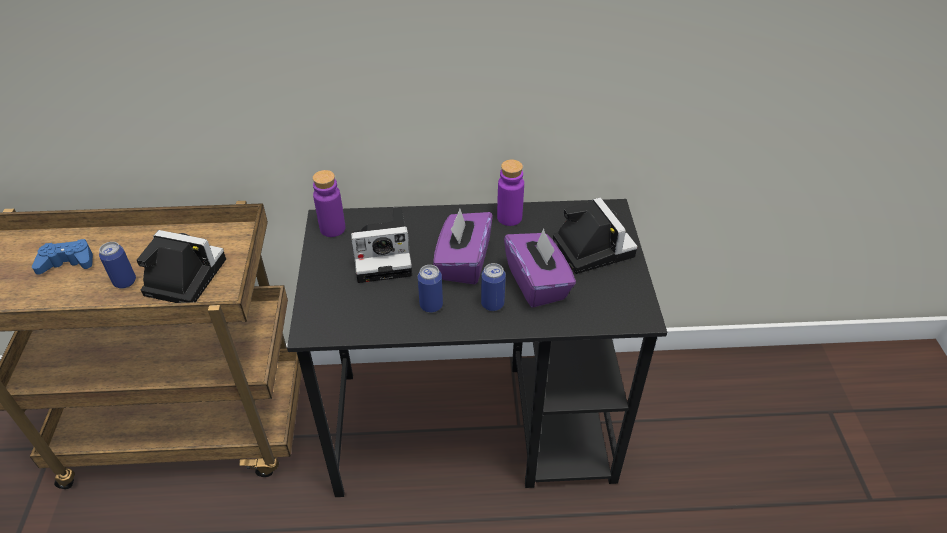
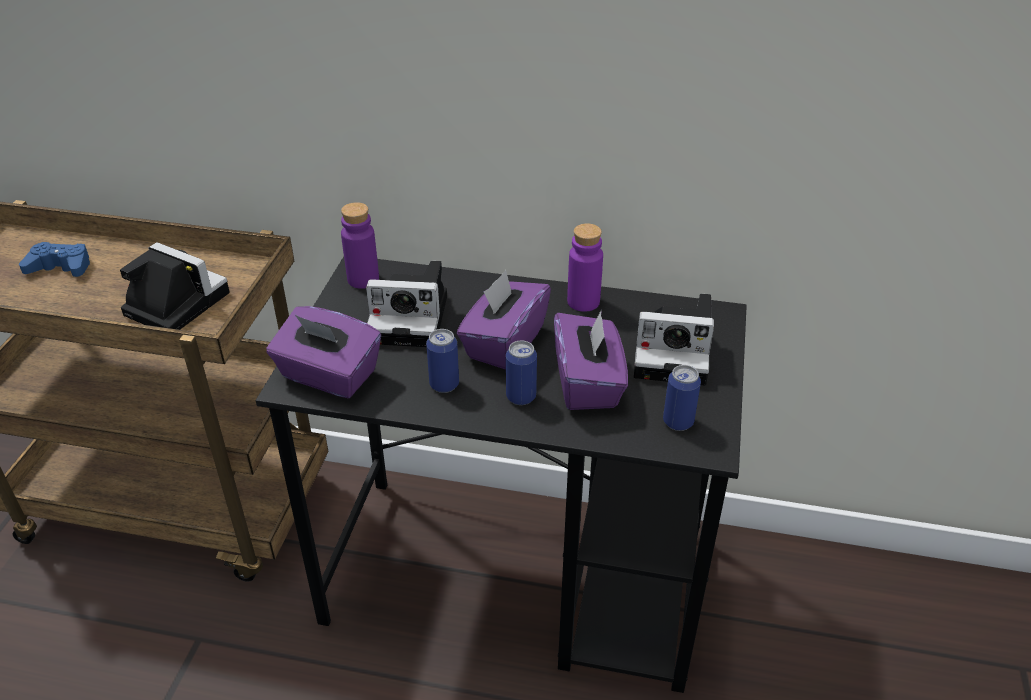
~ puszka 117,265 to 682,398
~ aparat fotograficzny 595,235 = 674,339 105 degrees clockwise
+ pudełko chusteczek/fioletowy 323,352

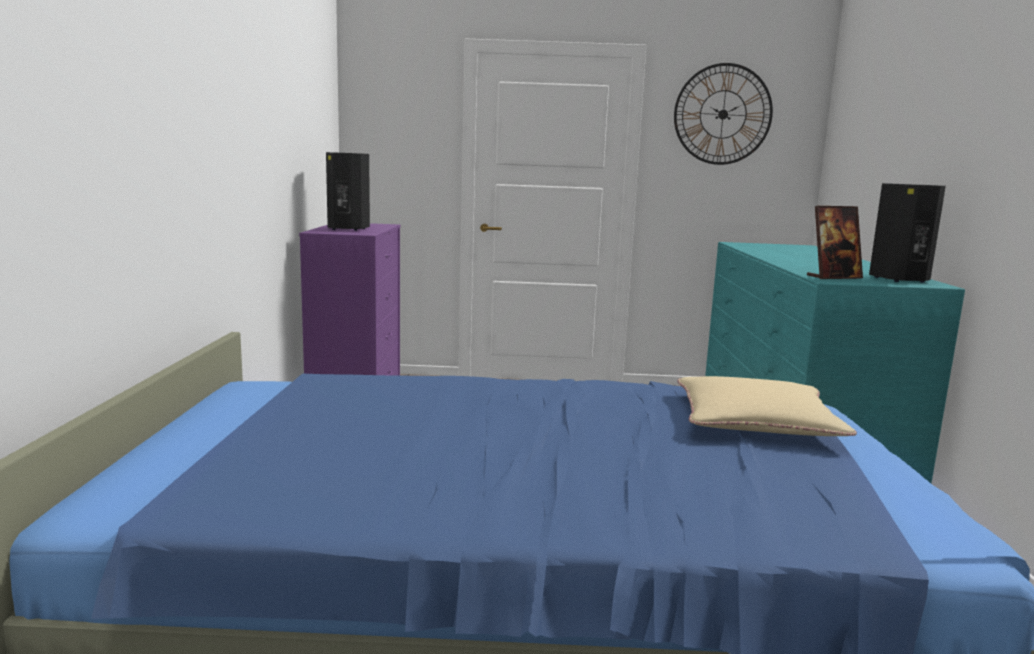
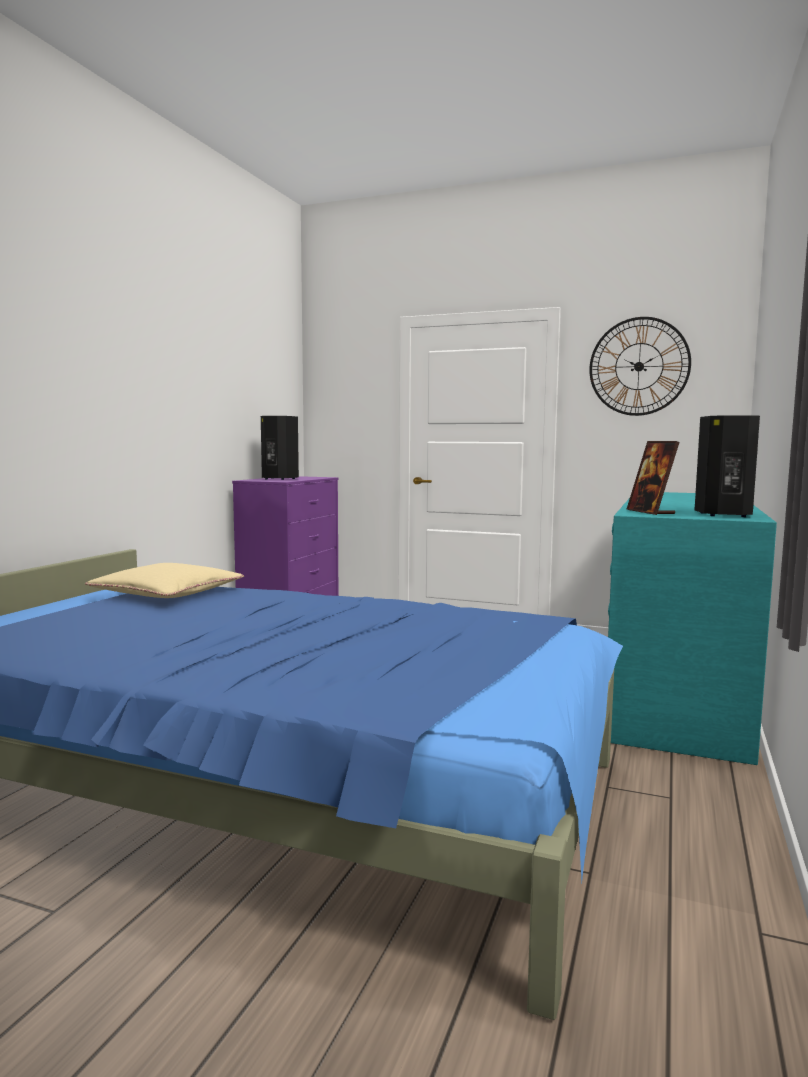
~ poduszka/beżowy 767,406 to 164,580
~ ramka na zdjęcie 835,242 = 653,478 75 degrees clockwise

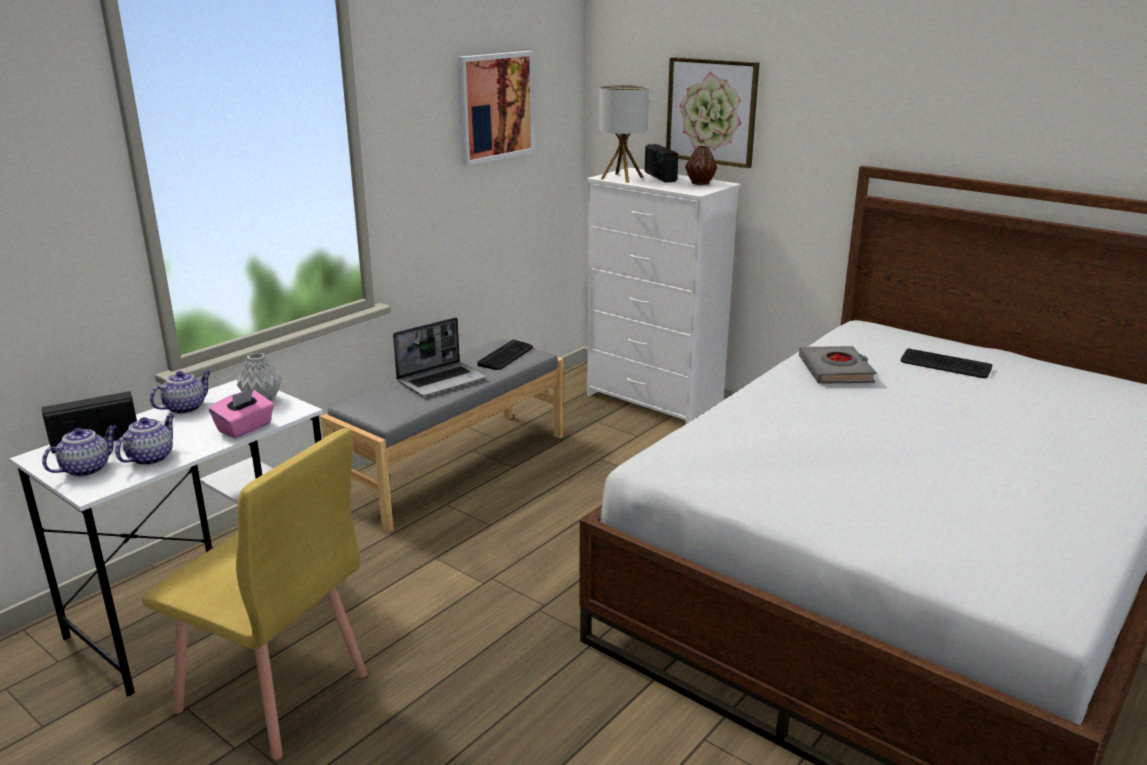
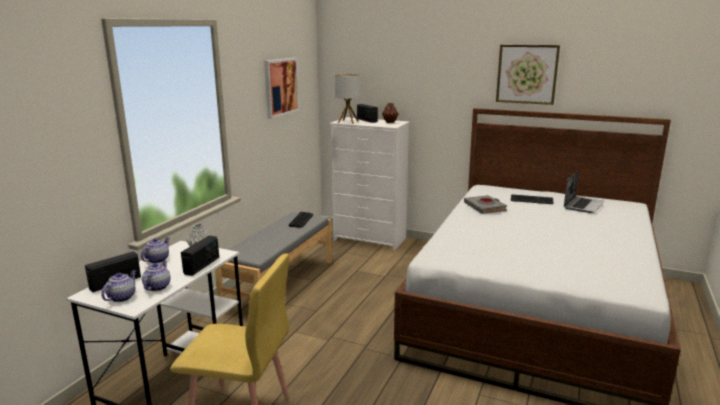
~ pudełko chusteczek/różowy 241,413 to radio 200,255
~ laptop 439,356 to 584,192
~ obraz 712,112 to 528,75

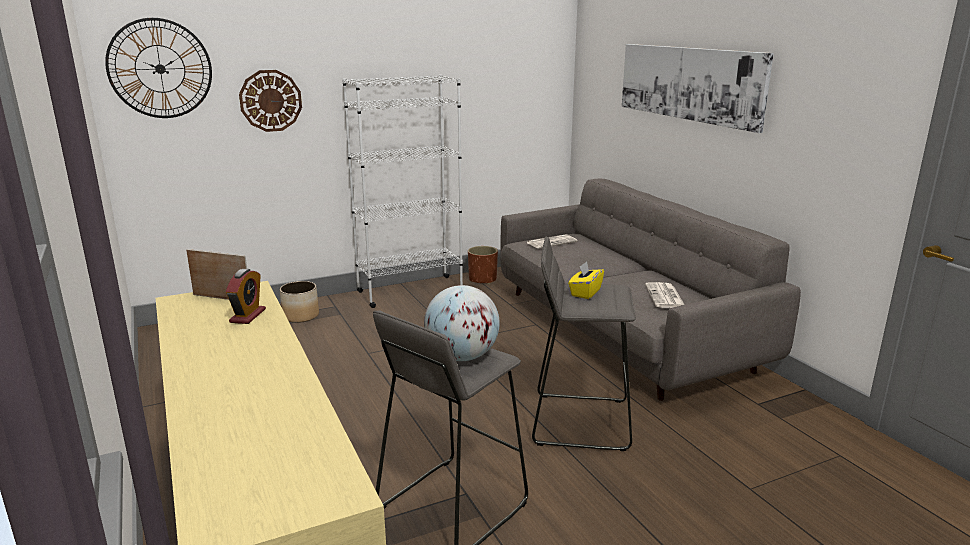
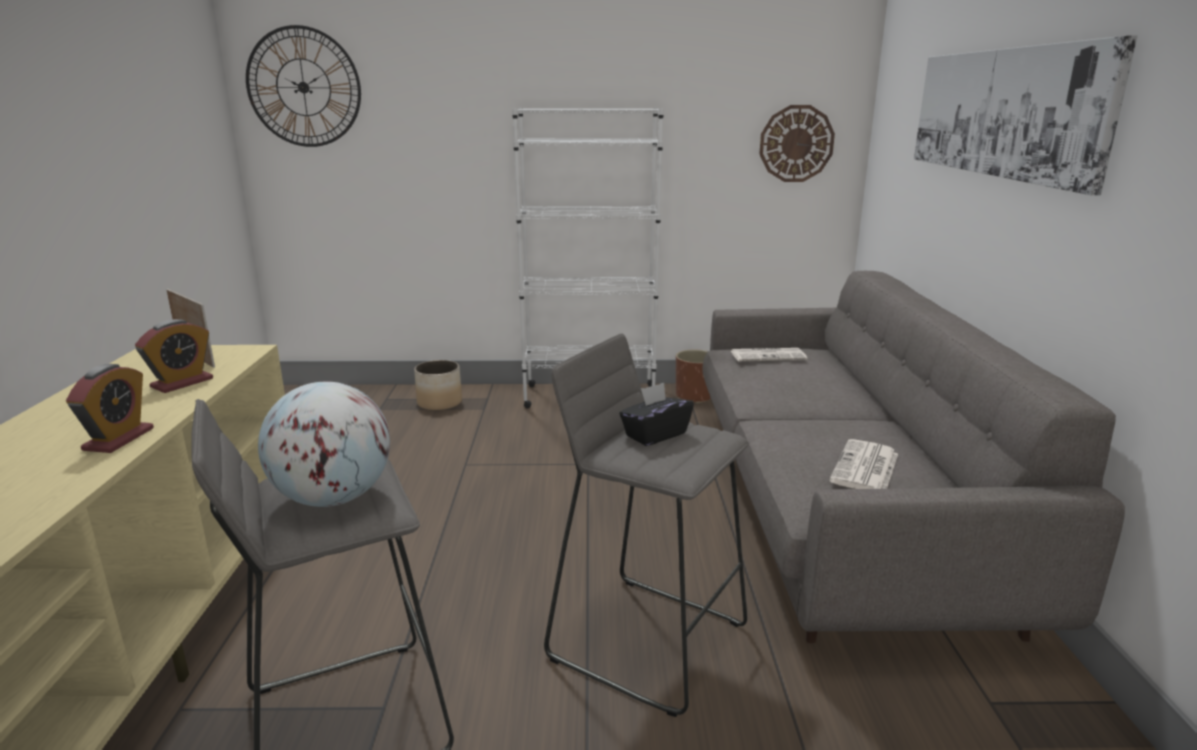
~ zegar ścienny 270,101 to 797,143
~ pudełko chusteczek/żółty 586,280 to pudełko chusteczek/czarny 656,414
+ budzik 110,408

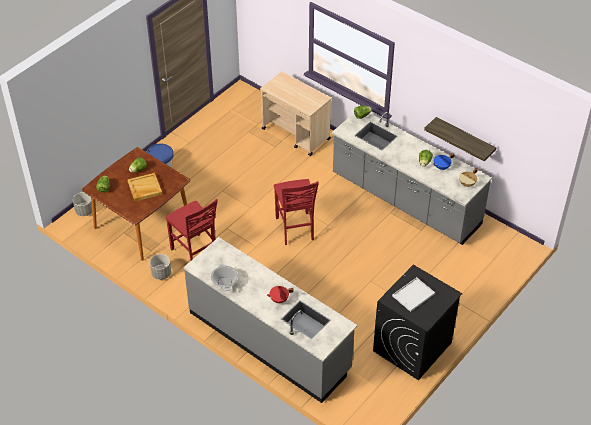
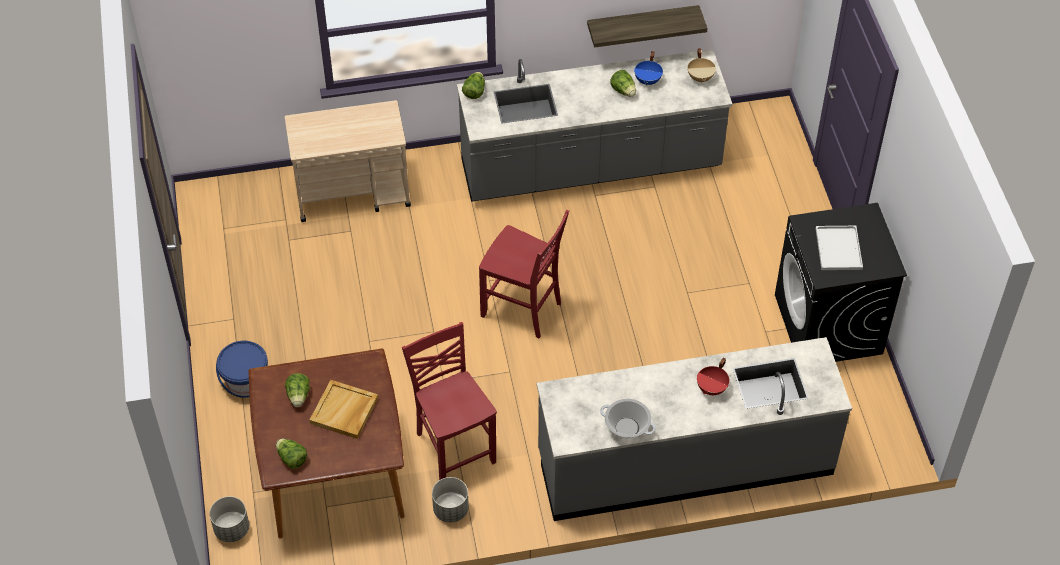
~ krzesło/czerwony 192,230 = 449,401 120 degrees counterclockwise

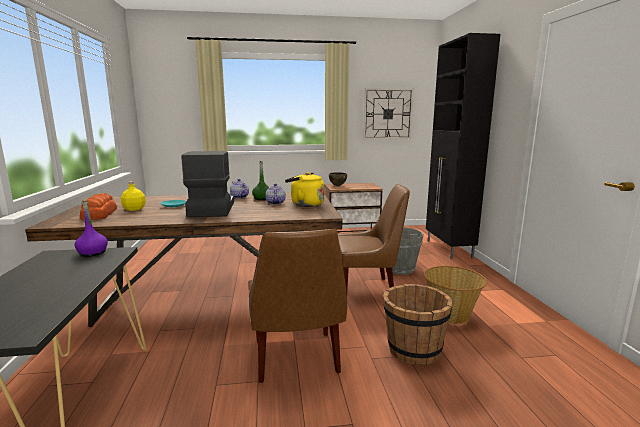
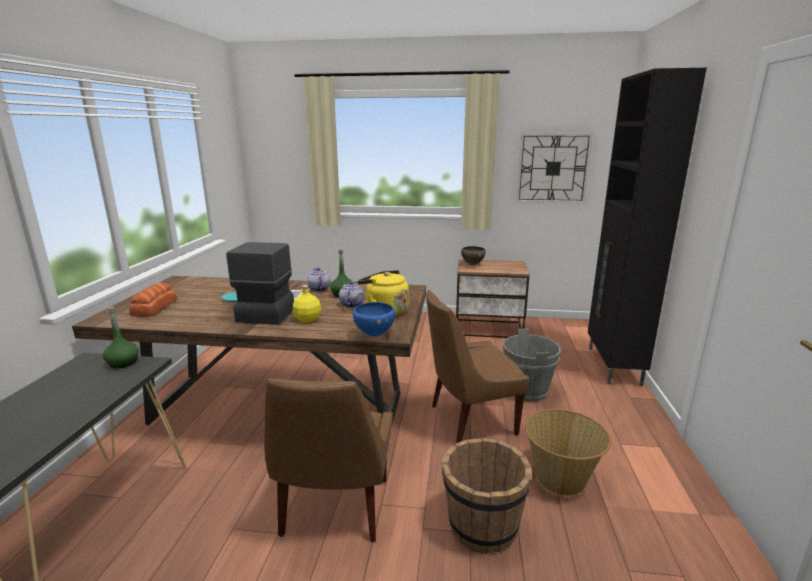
~ butelka/fioletowy 91,228 to butelka/zielony 121,337
~ butelka/żółty 133,196 to 307,304
~ krzesło/brązowy 373,237 = 477,366 150 degrees clockwise
+ miska/niebieski 374,319

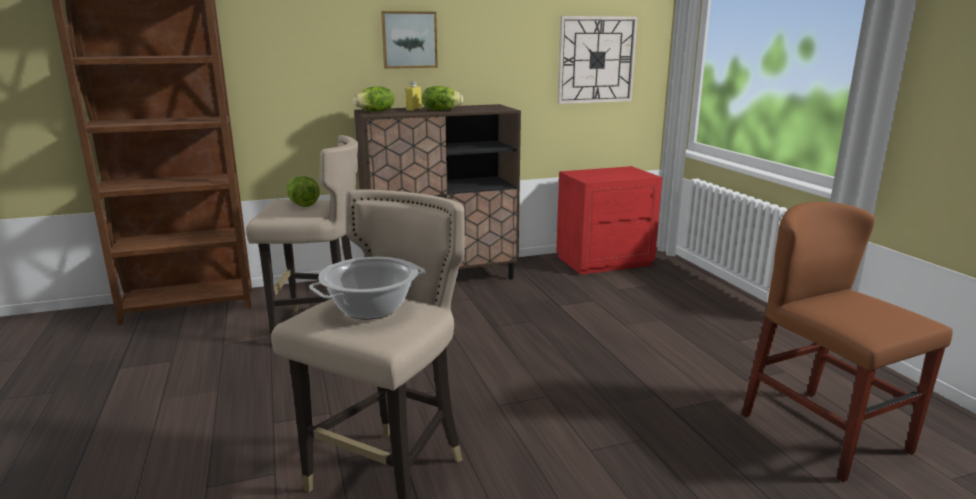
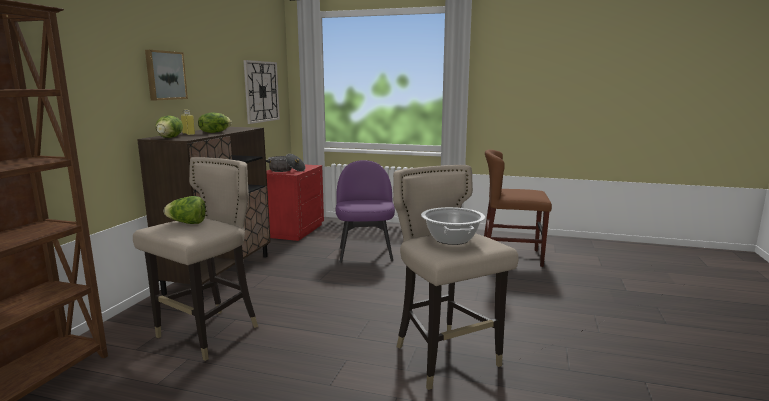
+ garnek 285,163
+ krzesło/fioletowy 365,211

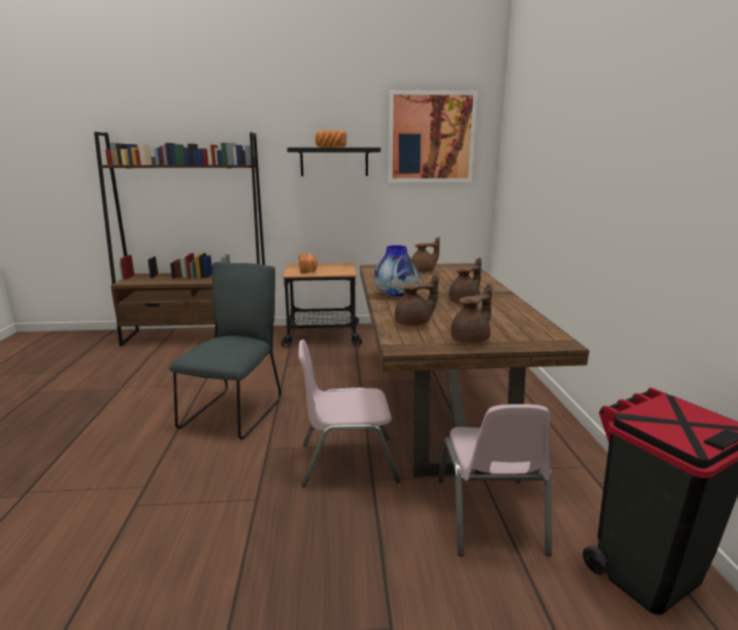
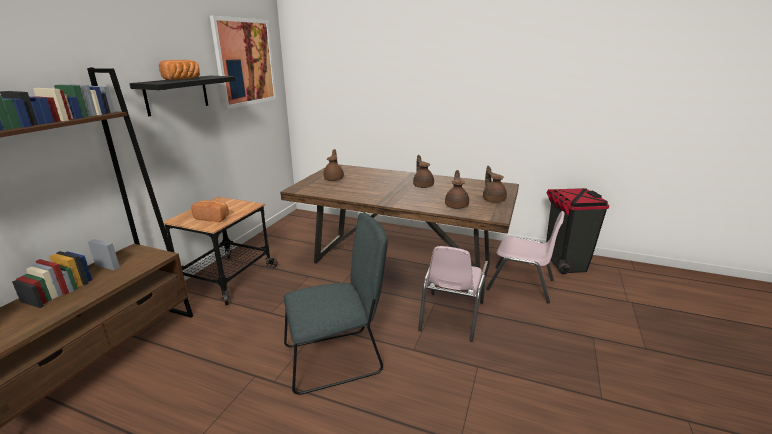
~ krzesło/szary 225,350 = 336,303 120 degrees clockwise
- wazon 396,270

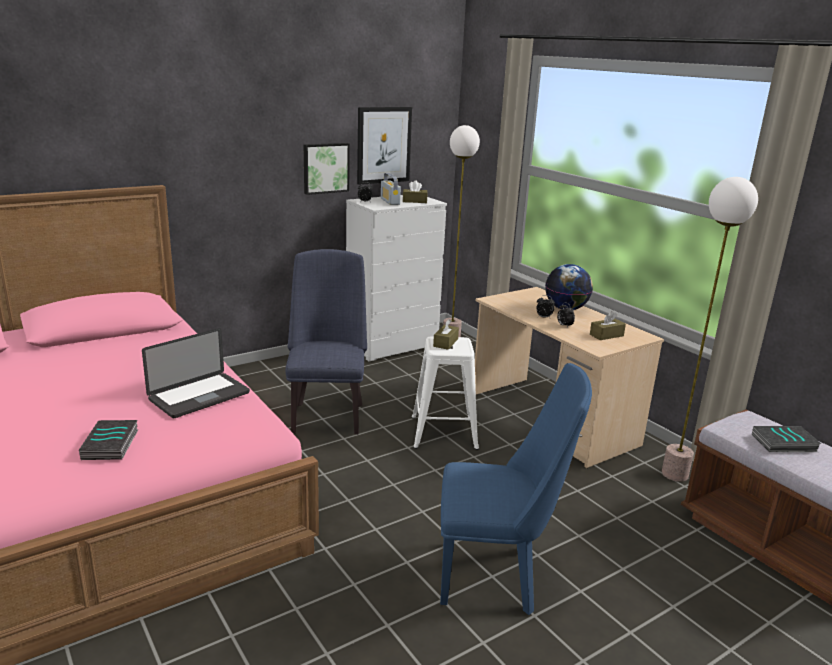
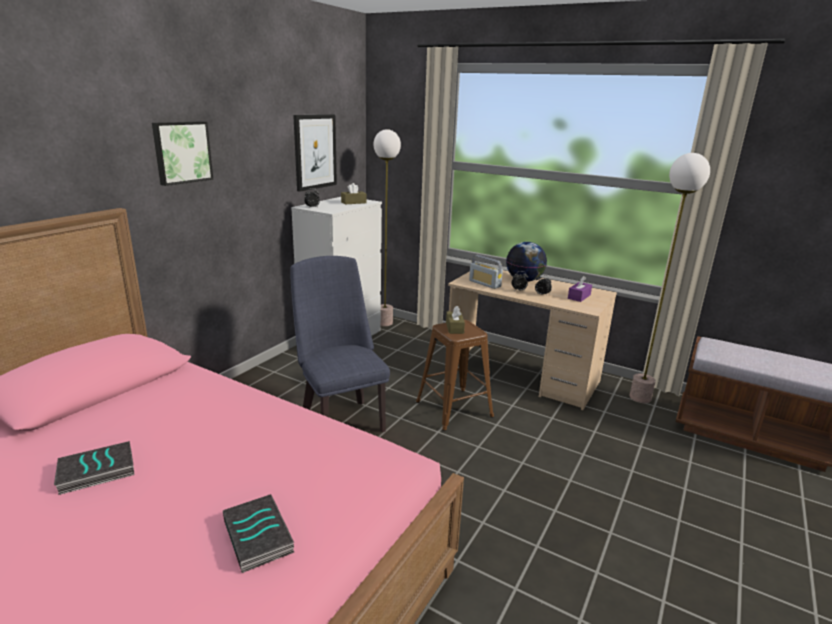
- laptop 196,373
~ obraz 327,169 to 182,153
~ radio 391,189 to 486,272
~ stołek/biały 445,393 to stołek/brązowy 455,375
- krzesło/niebieski 516,489
~ pudełko chusteczek/brązowy 608,325 to pudełko chusteczek/fioletowy 580,289
~ książka 786,439 to 94,468

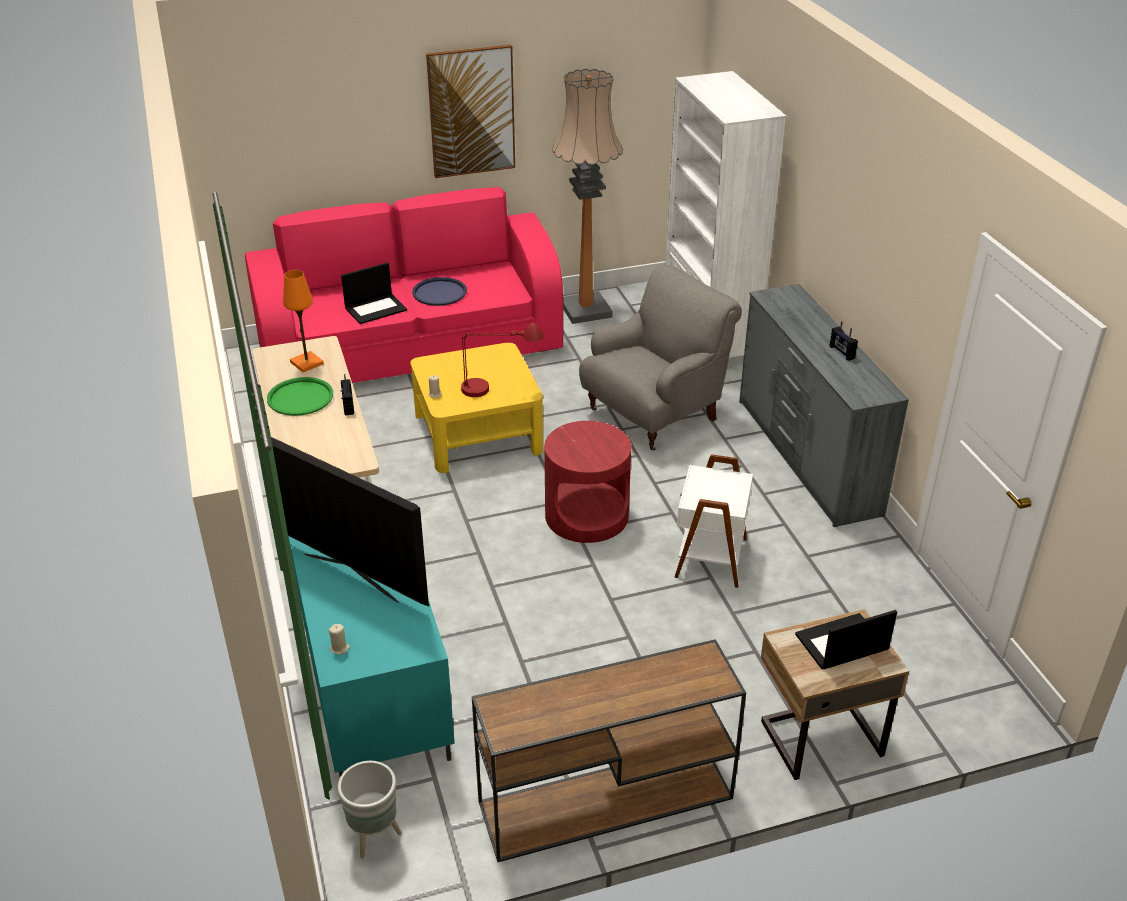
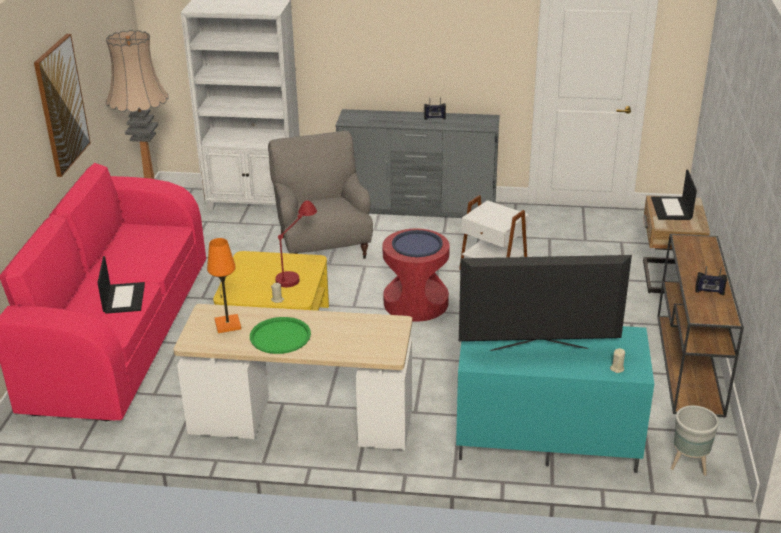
~ telewizor 343,521 = 545,303 150 degrees counterclockwise
~ radio 347,394 to 711,280
~ taca/niebieski 439,291 to 417,243

